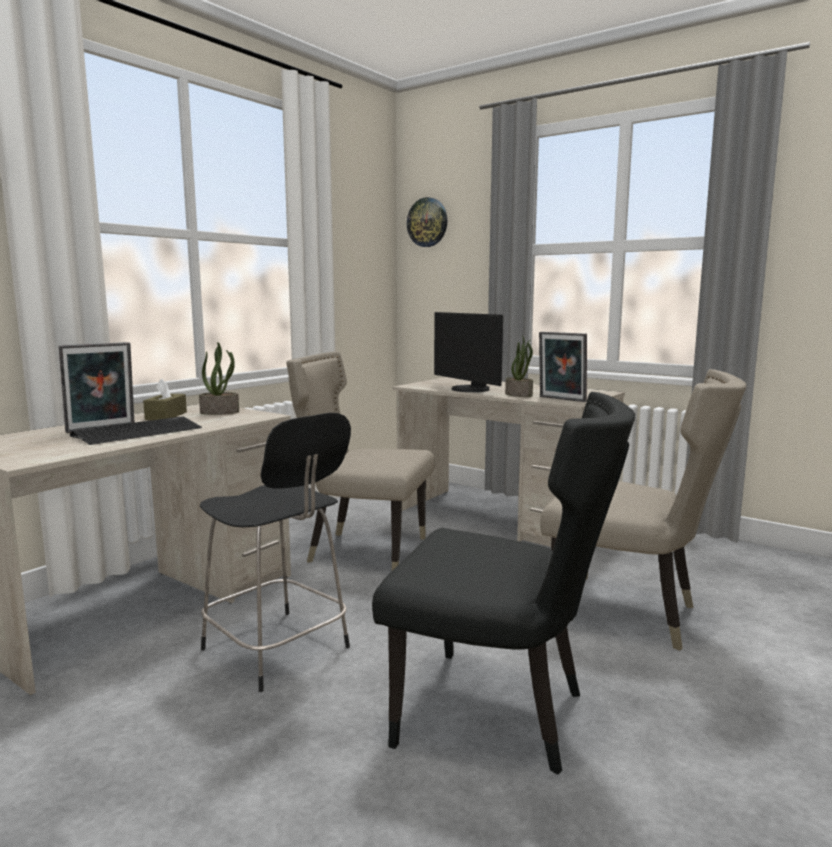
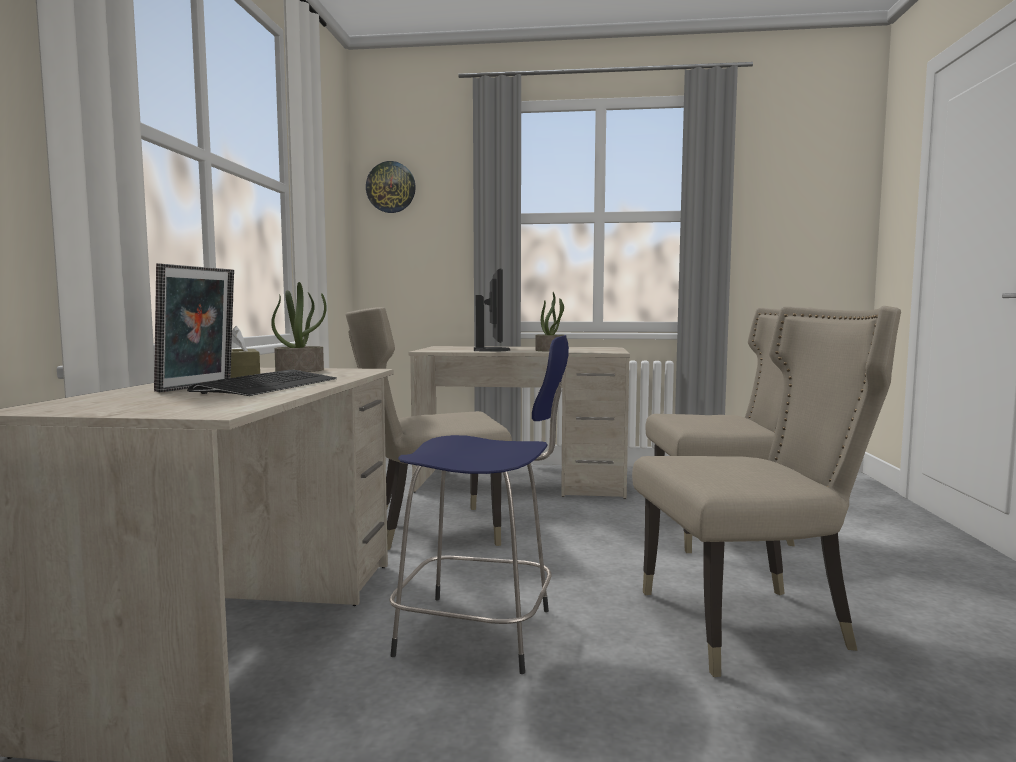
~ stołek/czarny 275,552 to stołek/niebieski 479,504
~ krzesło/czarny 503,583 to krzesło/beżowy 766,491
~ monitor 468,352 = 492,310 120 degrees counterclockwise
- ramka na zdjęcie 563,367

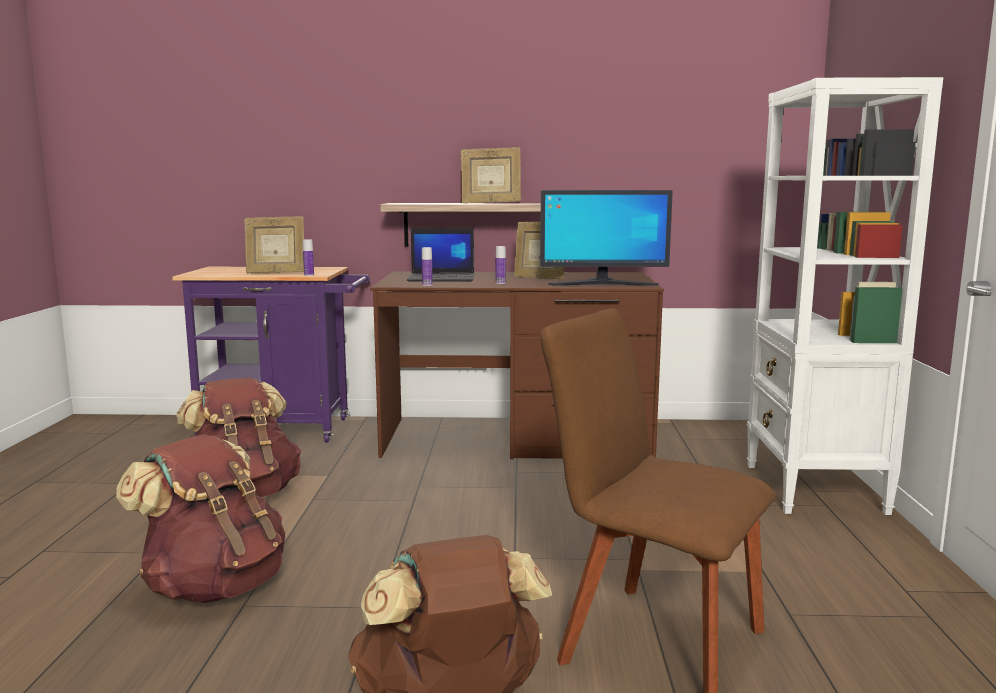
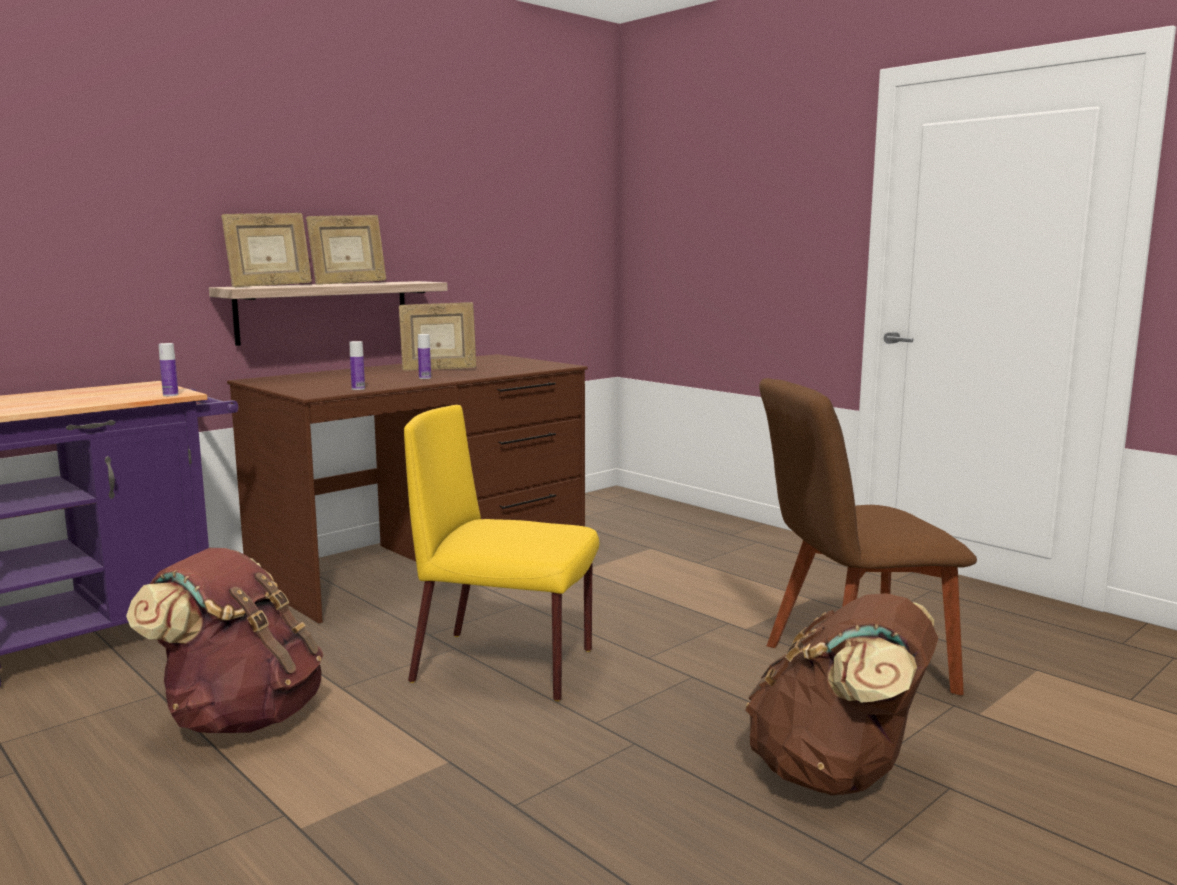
- plecak/brązowy 200,518
~ ramka na zdjęcie 274,244 to 266,250
- laptop 440,255
- monitor 606,238
- regał/biały 845,296
+ krzesło/żółty 501,553

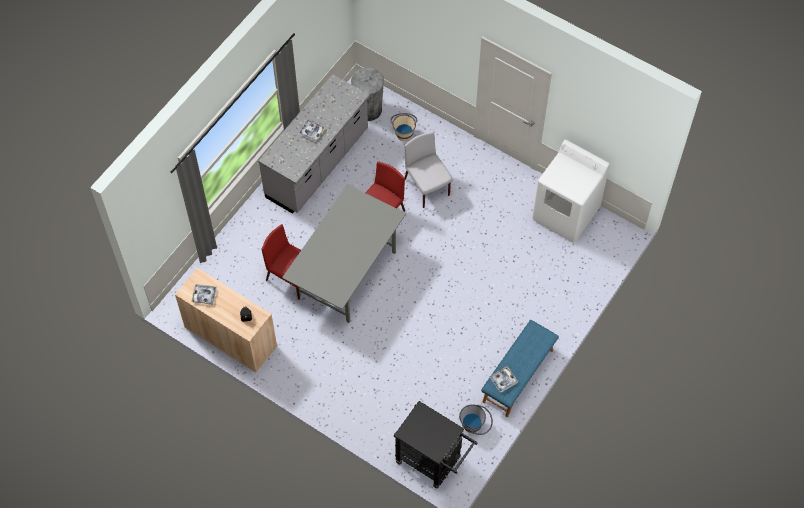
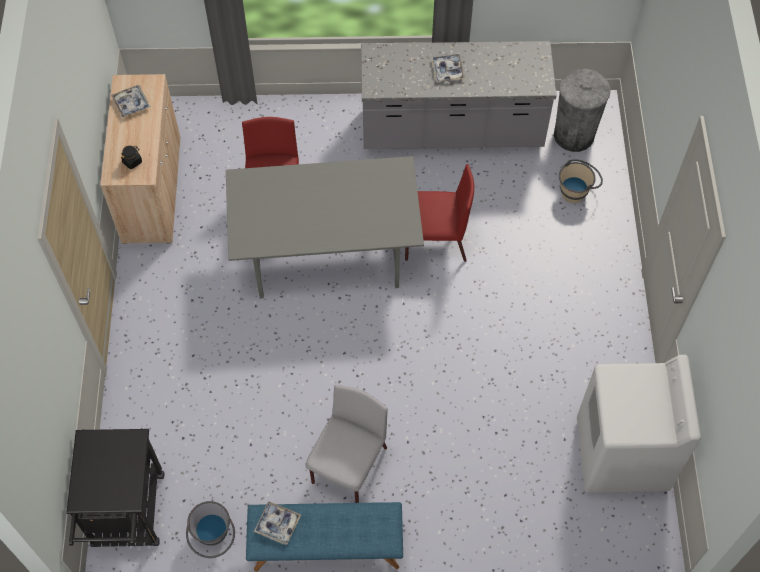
~ krzesło/szary 428,170 to 346,444

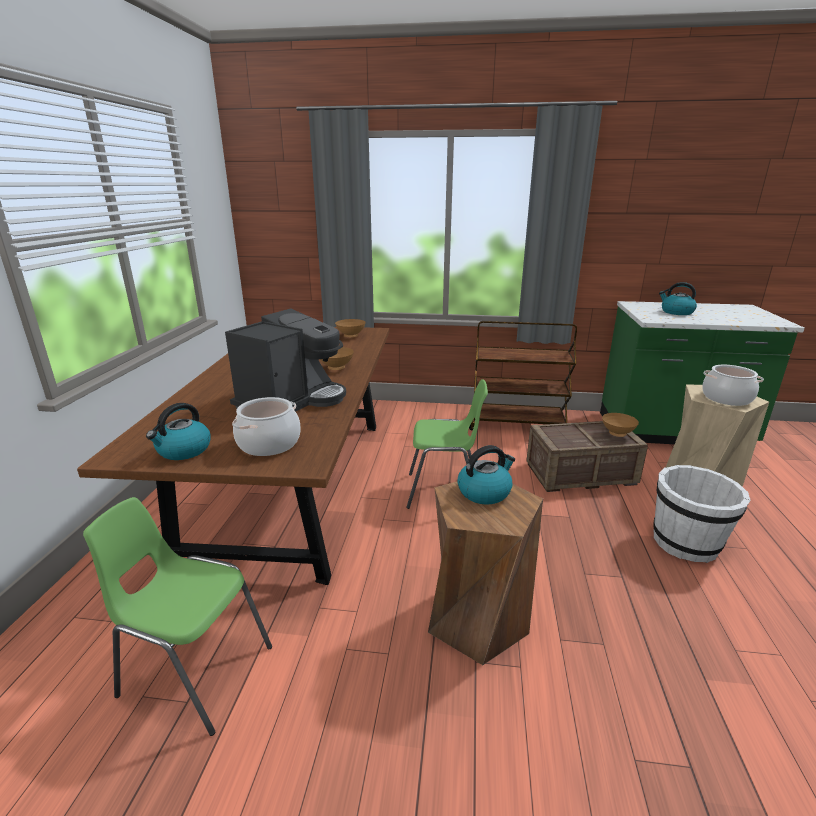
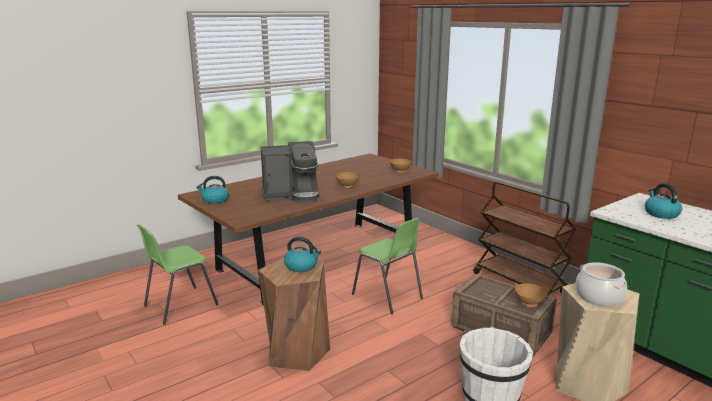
~ krzesło/zielony 177,616 = 177,274 105 degrees counterclockwise
- garnek 266,426

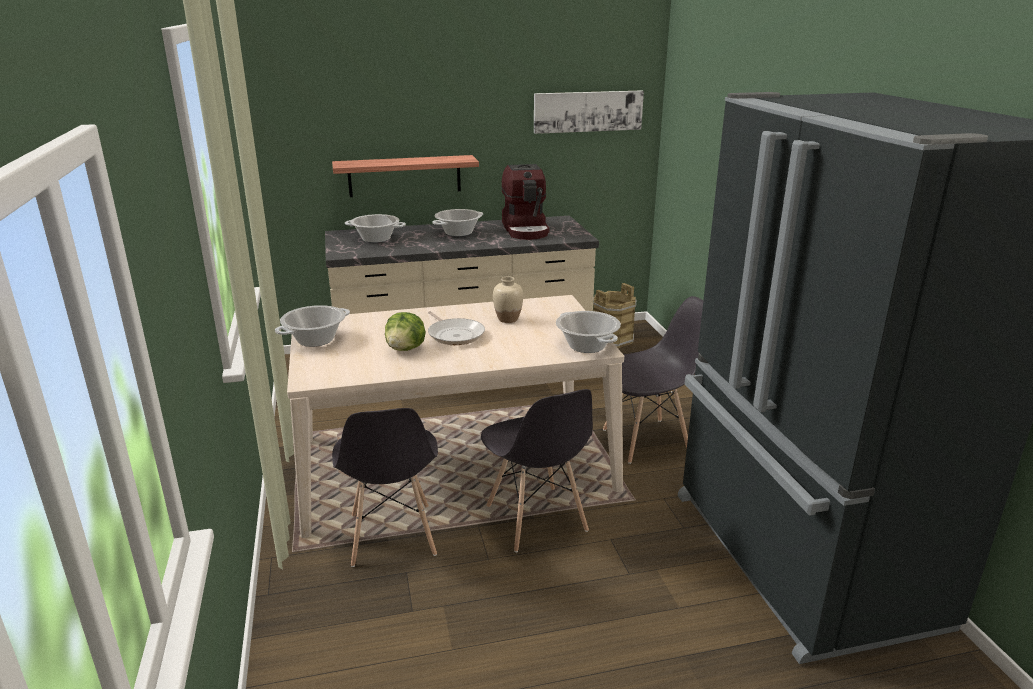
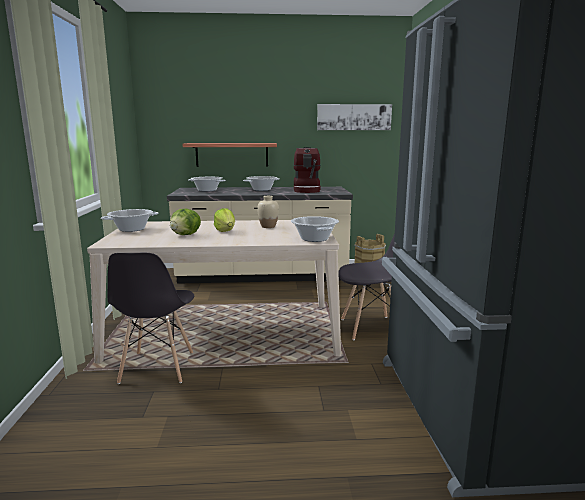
~ patelnia 456,328 to sałata 224,220
- krzesło/szary 537,470

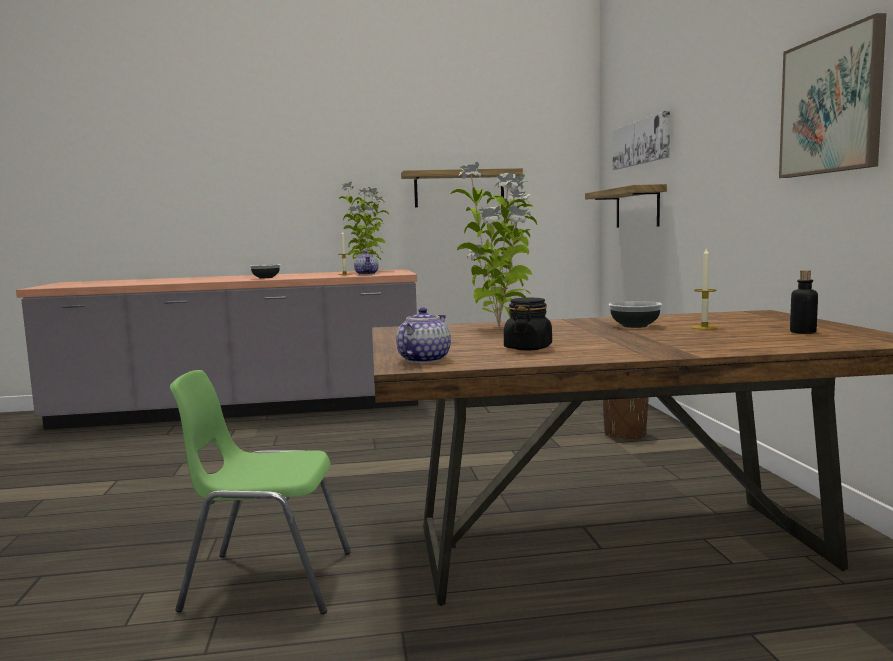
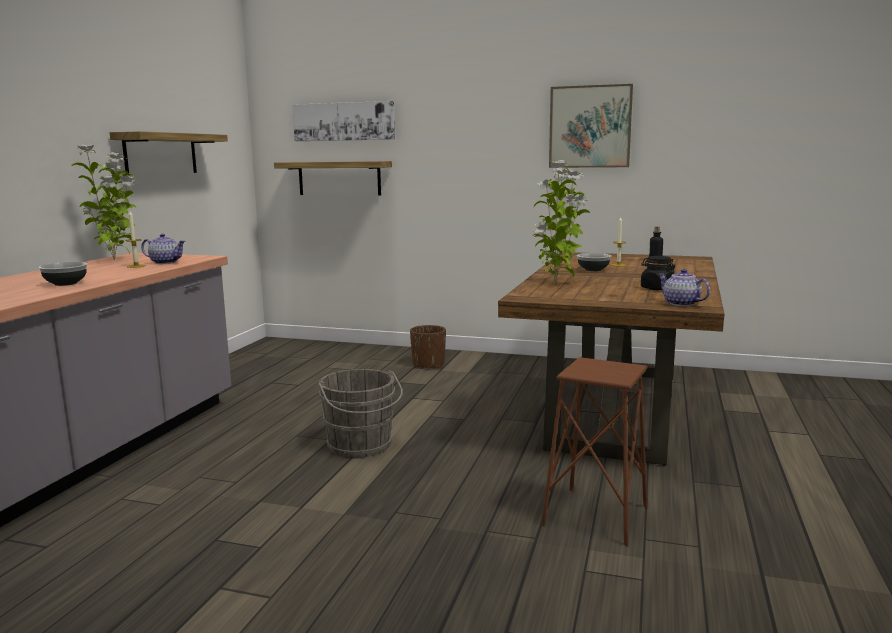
~ krzesło/zielony 260,492 to stołek/brązowy 594,451
+ wiadro/szary 360,413

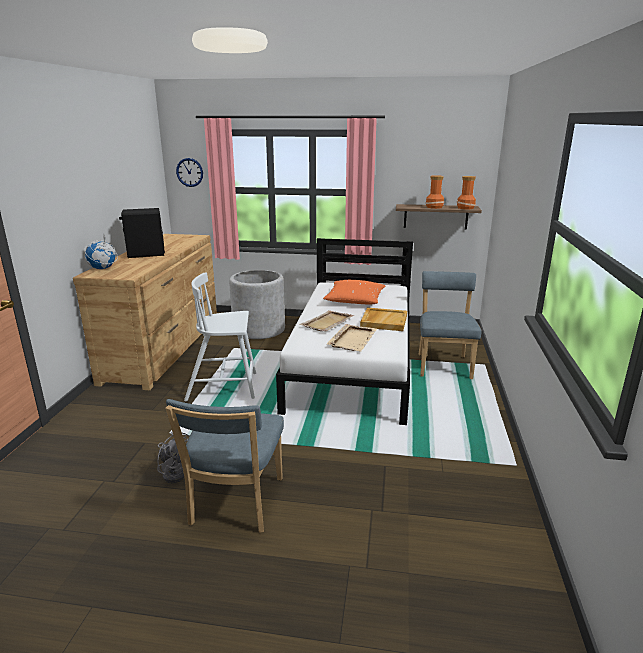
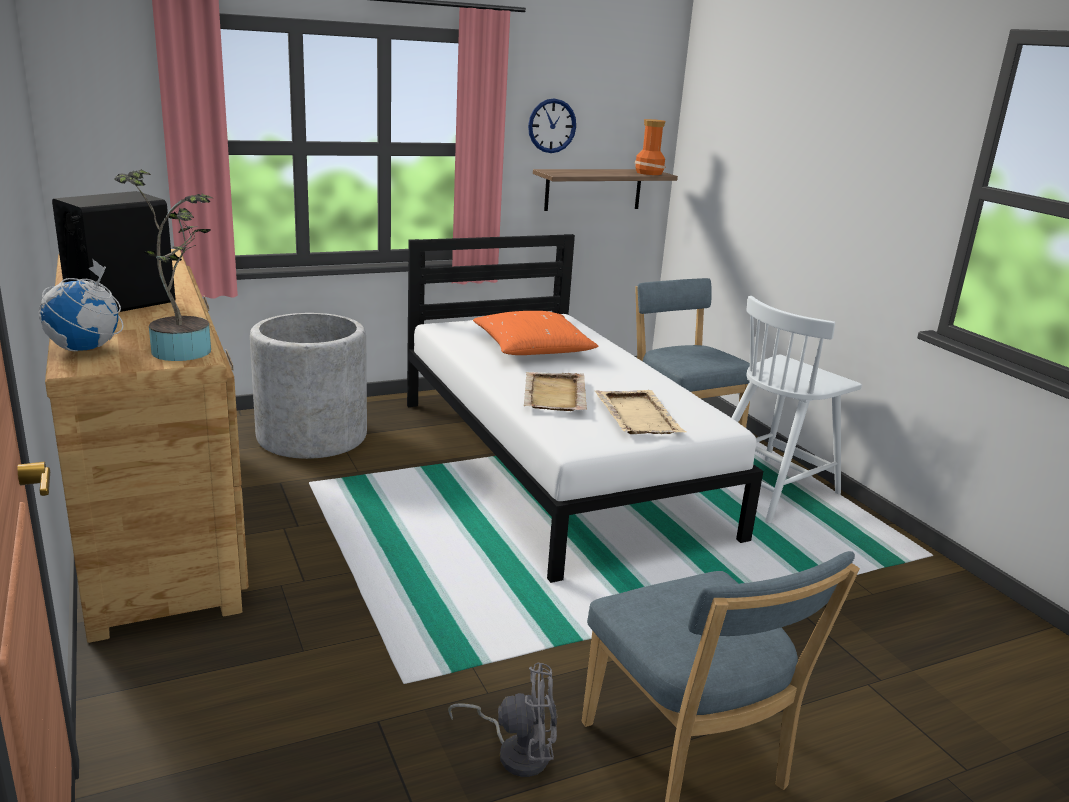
~ zegar ścienny 189,172 to 552,125
~ krzesło/biały 220,336 to 797,409
- taca/beżowy 383,319
- wazon 435,192
+ roślina doniczkowa 164,265

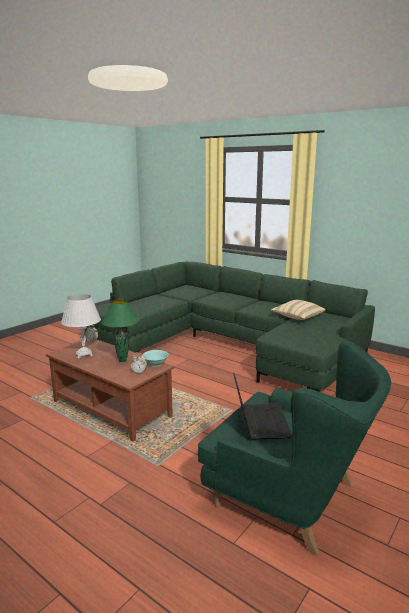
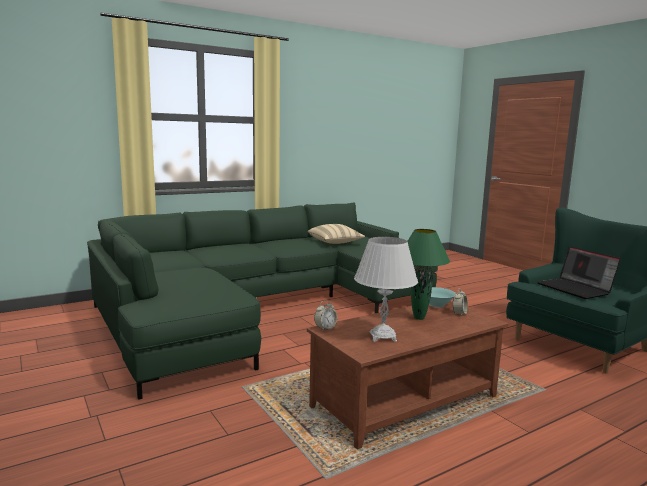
~ laptop 263,406 = 579,272 135 degrees counterclockwise

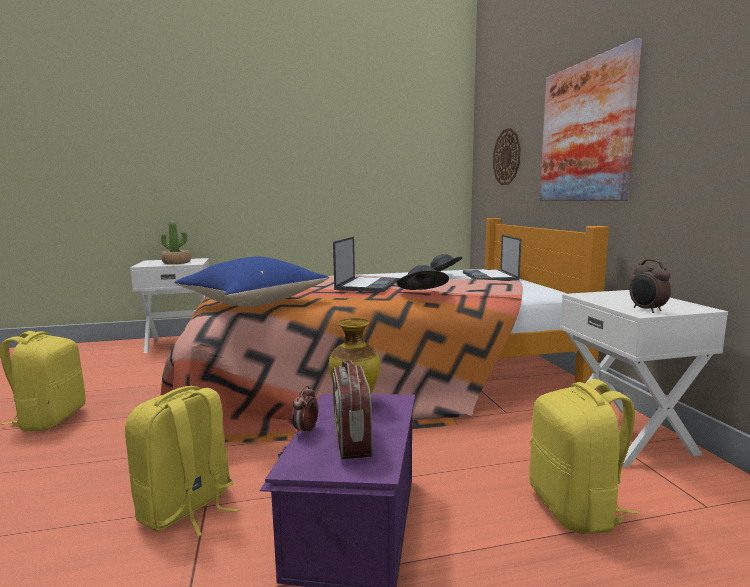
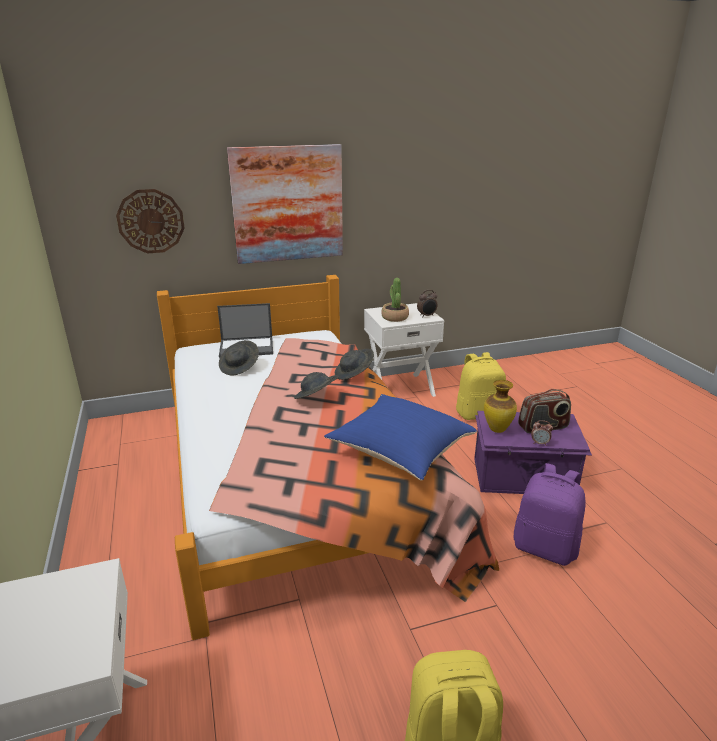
~ plecak/żółty 181,461 to plecak/fioletowy 550,514
~ roślina doniczkowa 176,243 to 395,300
~ laptop 365,264 to kapelusz/szary 316,385

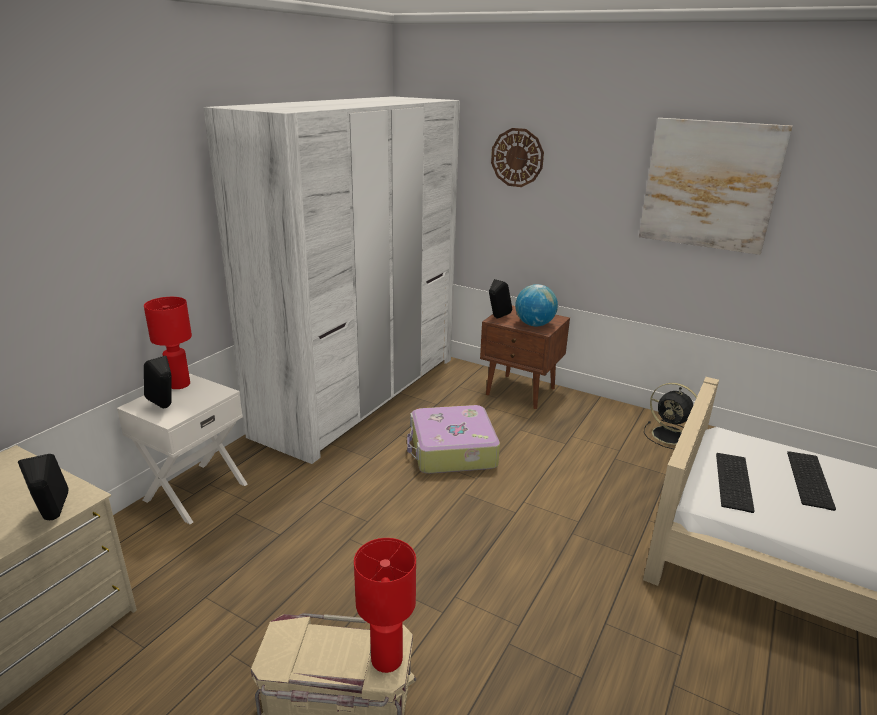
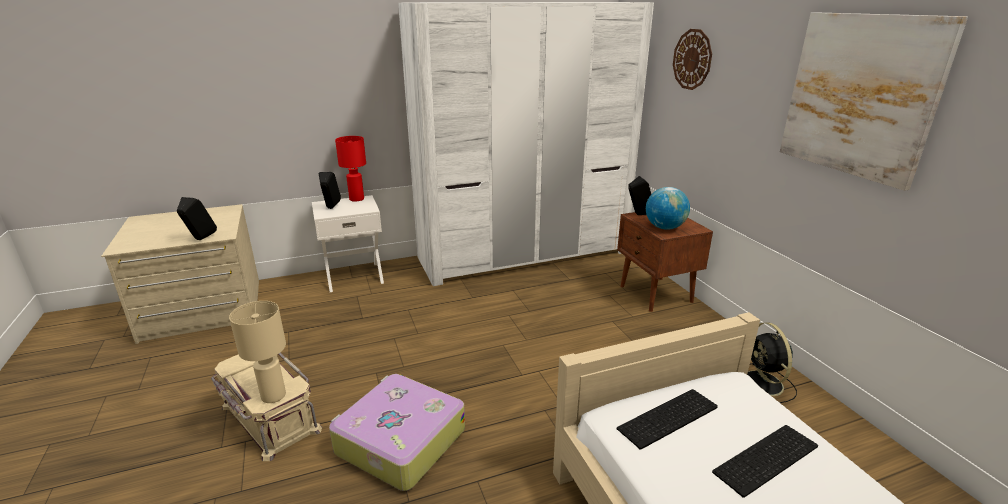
~ lampa stołowa/czerwony 385,605 to lampa stołowa/beżowy 257,352
~ walizka 453,439 to 397,432

